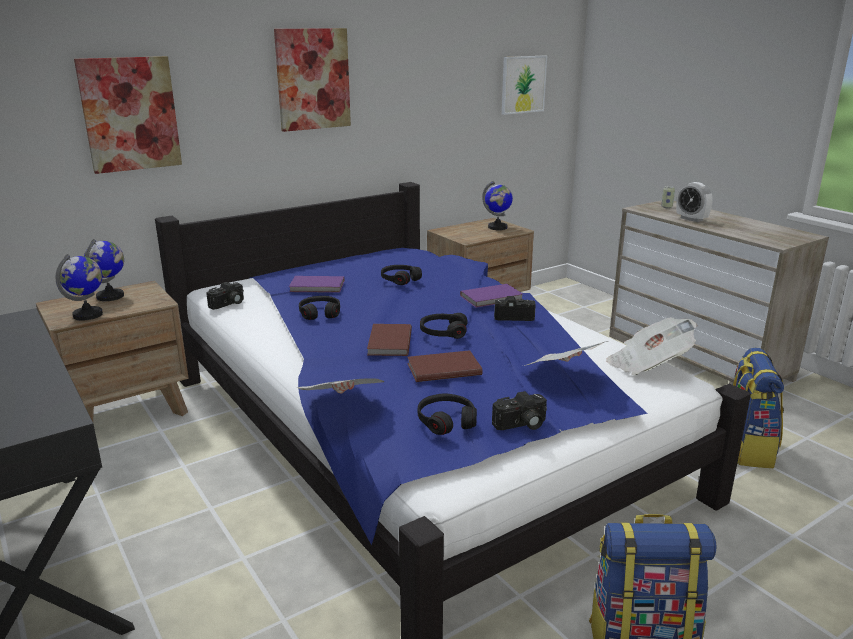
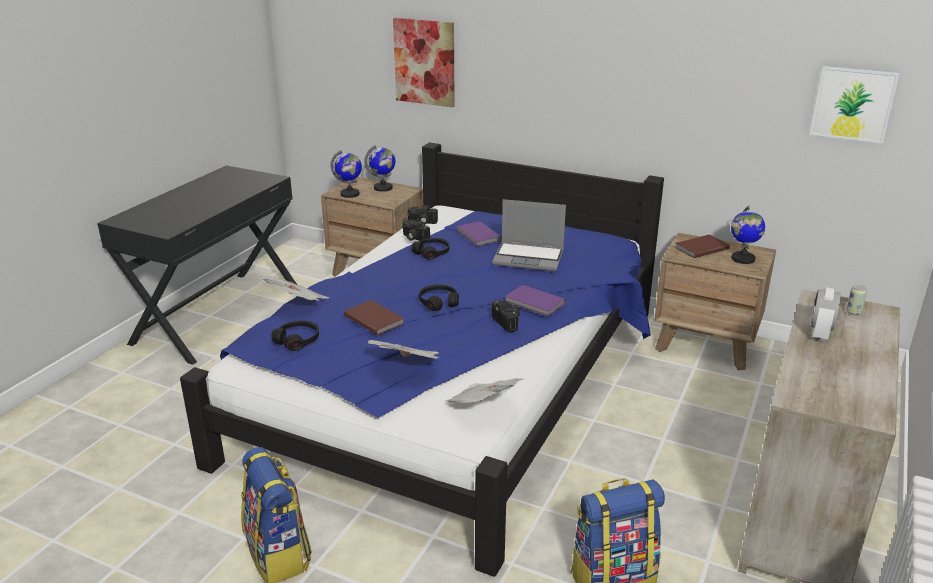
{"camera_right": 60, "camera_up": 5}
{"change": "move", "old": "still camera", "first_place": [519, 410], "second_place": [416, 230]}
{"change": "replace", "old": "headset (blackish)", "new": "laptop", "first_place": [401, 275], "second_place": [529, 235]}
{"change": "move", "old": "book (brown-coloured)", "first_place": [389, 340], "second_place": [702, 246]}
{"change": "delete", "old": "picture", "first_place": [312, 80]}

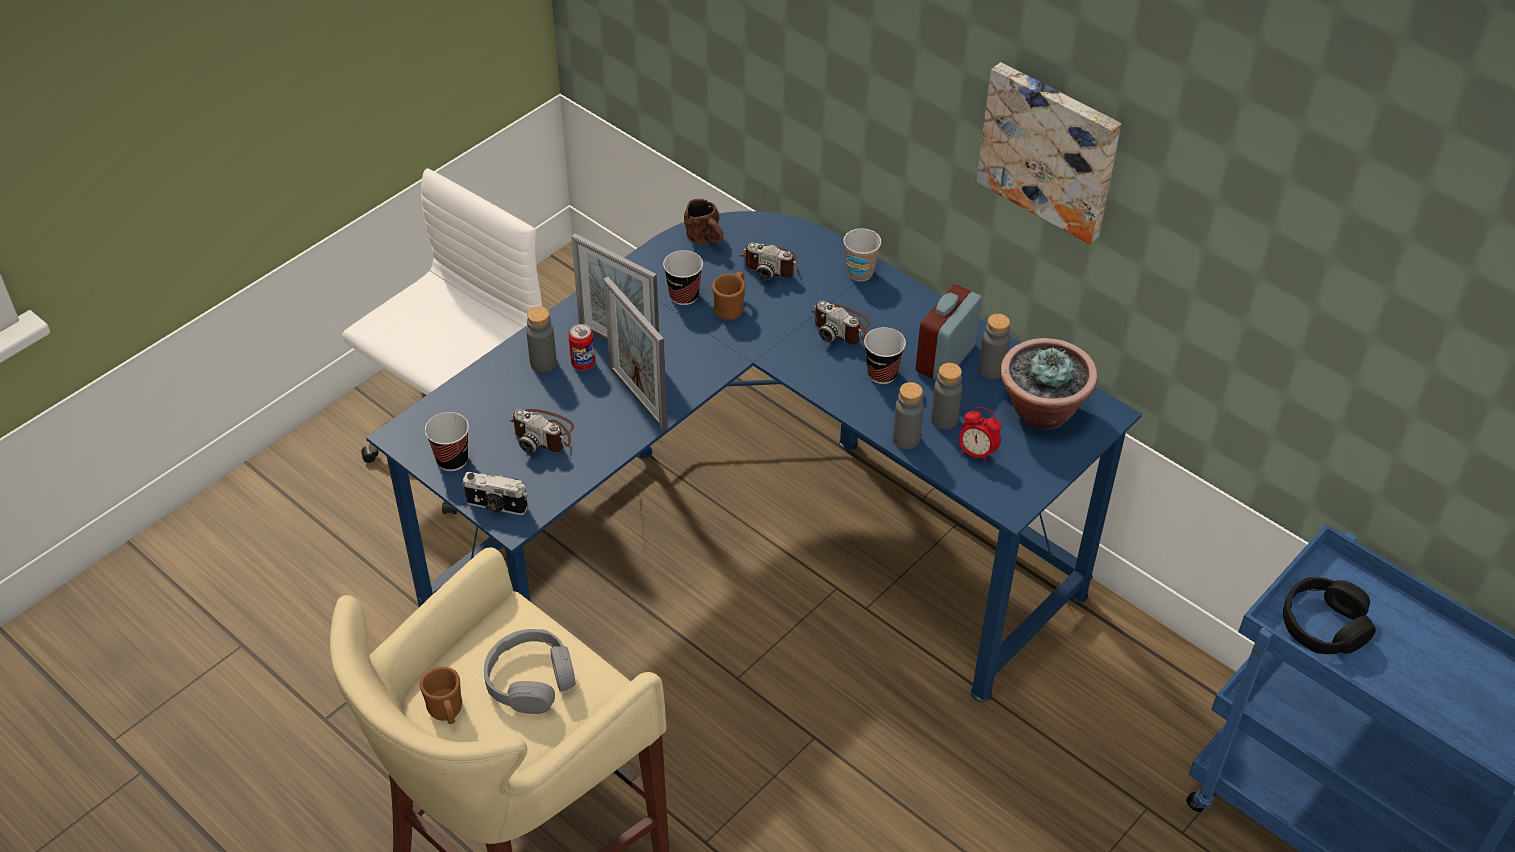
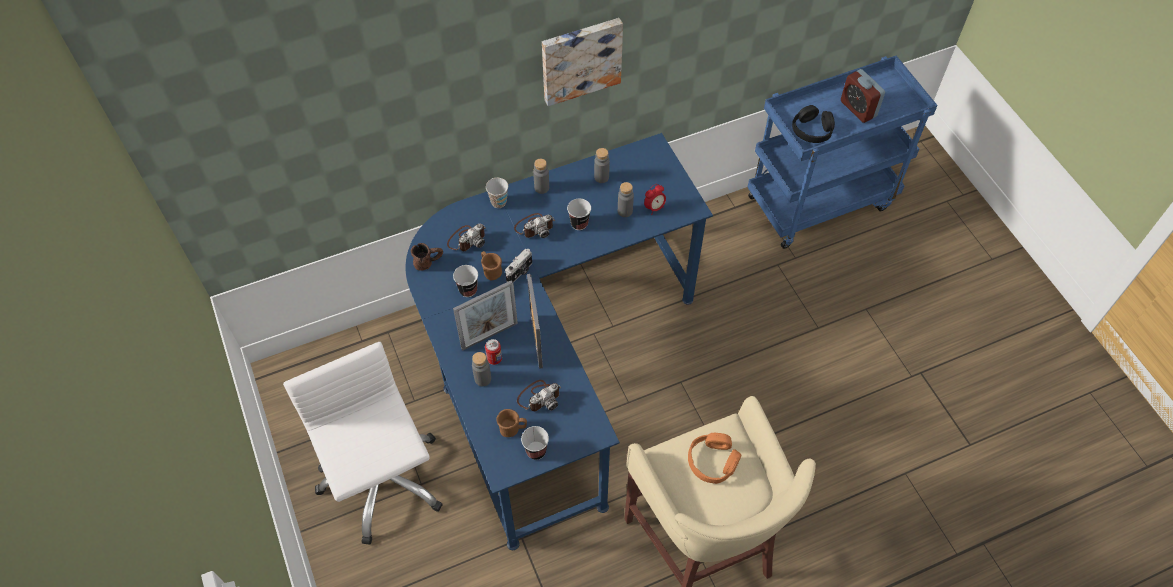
{"camera_right": -65, "camera_up": 10}
{"change": "move", "old": "mug (brown-coloured)", "first_place": [440, 695], "second_place": [511, 423]}
{"change": "move", "old": "still camera", "first_place": [495, 493], "second_place": [518, 265]}
{"change": "rotate", "old": "photo frame", "first_place": [635, 353], "second_place": [535, 321], "degrees": -90}
{"change": "move", "old": "bottle (grey)", "first_place": [908, 415], "second_place": [541, 176]}
{"change": "recolor", "old": "headset (grey)", "new": "headset (orangey)", "first_place": [530, 671], "second_place": [714, 458]}
{"change": "move", "old": "table clock", "first_place": [948, 332], "second_place": [863, 96]}
{"change": "delete", "old": "potted plant", "first_place": [1049, 384]}

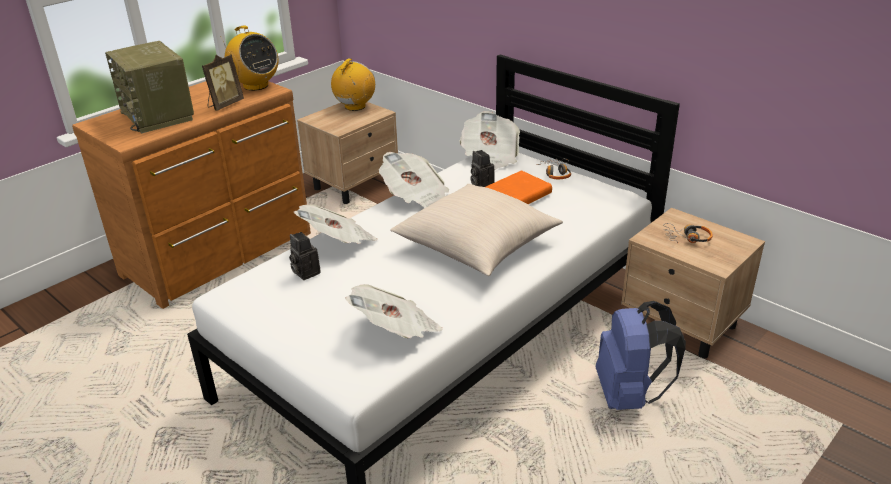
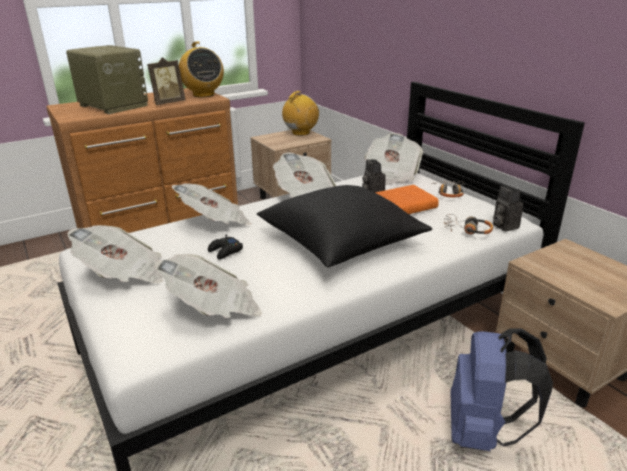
{"camera_right": 15, "camera_up": -5}
{"change": "rotate", "old": "radio receiver", "first_place": [149, 87], "second_place": [107, 79], "degrees": 150}
{"change": "insert", "new": "printed paper", "second_place": [115, 254]}
{"change": "insert", "new": "joypad (blackish)", "second_place": [225, 247]}
{"change": "recolor", "old": "throw pillow (sand-coloured)", "new": "throw pillow (blackish)", "first_place": [476, 230], "second_place": [344, 226]}
{"change": "move", "old": "headset", "first_place": [688, 233], "second_place": [468, 224]}
{"change": "move", "old": "still camera", "first_place": [305, 256], "second_place": [508, 209]}

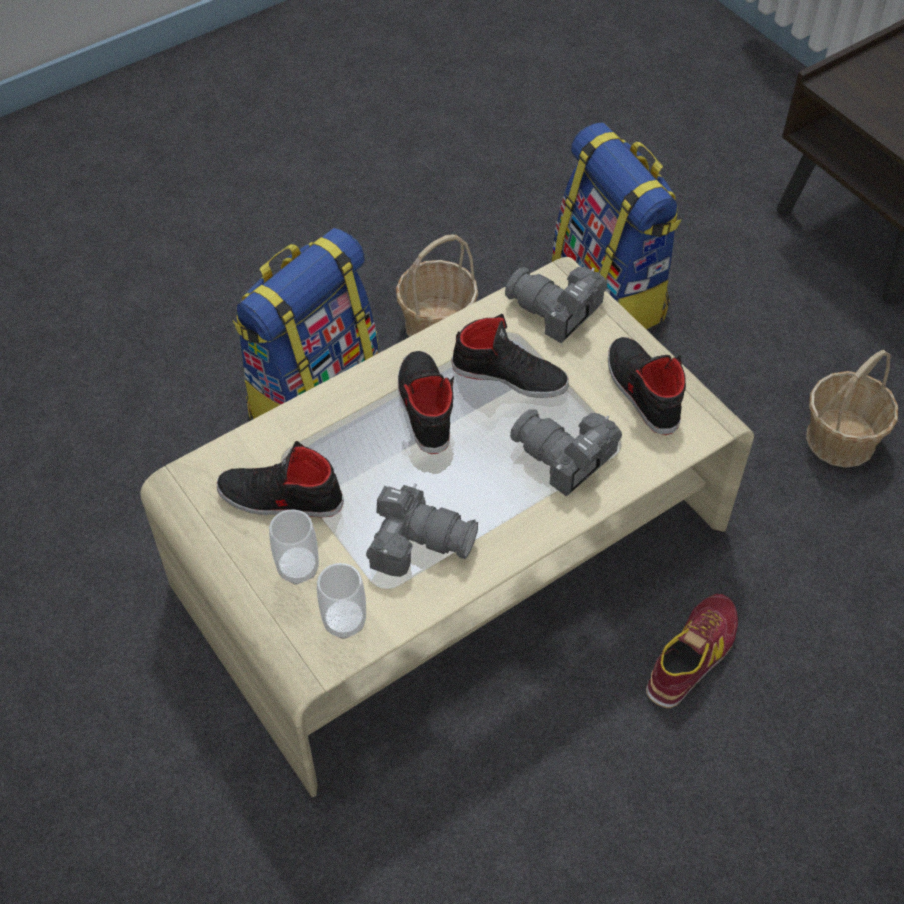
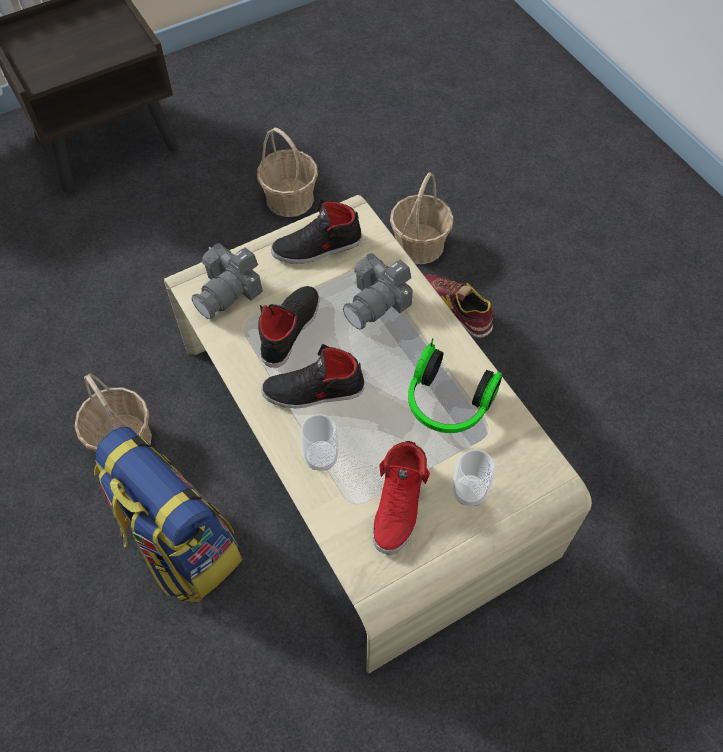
{"camera_right": -85, "camera_up": 5}
{"change": "move", "old": "drinking cup", "first_place": [341, 601], "second_place": [320, 442]}
{"change": "recolor", "old": "item of footwear (blackish)", "new": "item of footwear (red-coloured)", "first_place": [280, 479], "second_place": [401, 498]}
{"change": "insert", "new": "basket", "second_place": [422, 218]}
{"change": "replace", "old": "still camera", "new": "headset", "first_place": [422, 530], "second_place": [455, 385]}
{"change": "delete", "old": "rucksack", "first_place": [616, 225]}

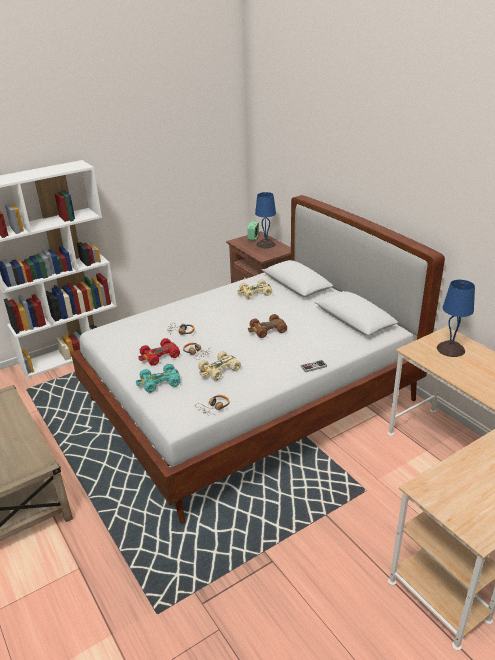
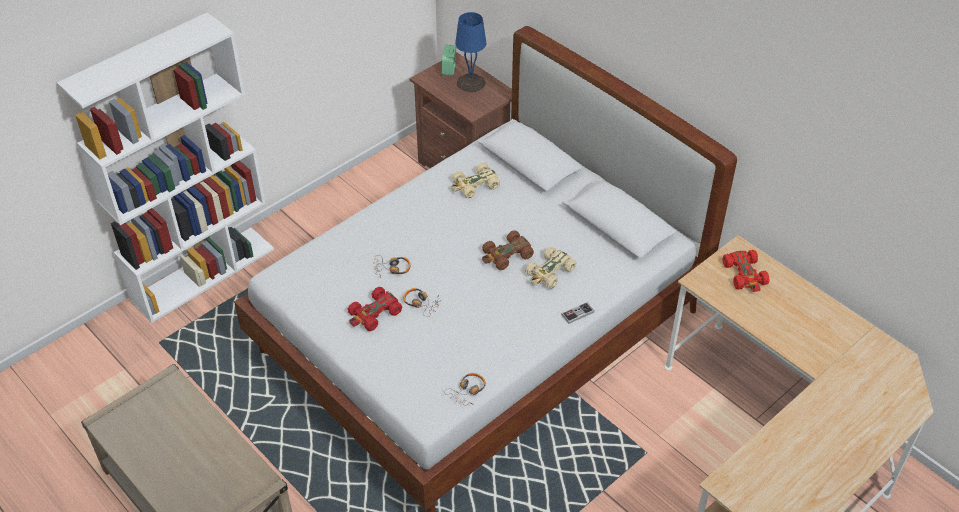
{"camera_right": -10, "camera_up": 15}
{"change": "move", "old": "toy car (sand-coloured)", "first_place": [219, 366], "second_place": [551, 267]}
{"change": "replace", "old": "lamp for a table (bluish)", "new": "toy car (red-coloured)", "first_place": [456, 318], "second_place": [746, 271]}
{"change": "delete", "old": "toy car (blue-green)", "first_place": [158, 378]}

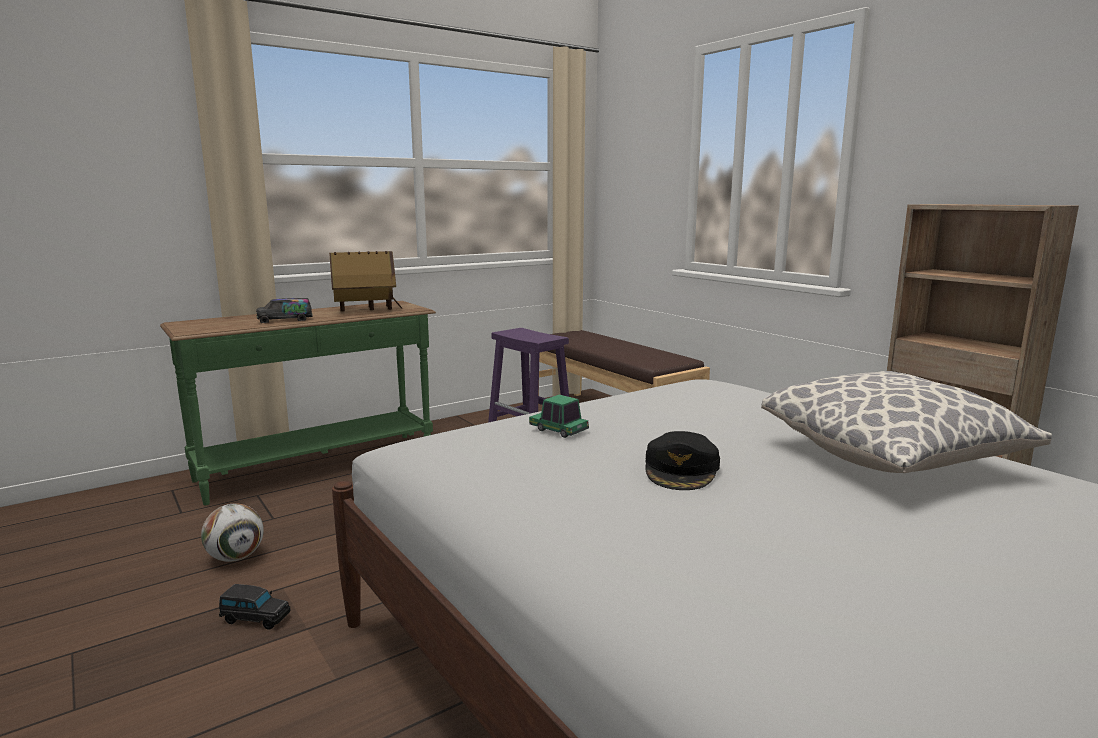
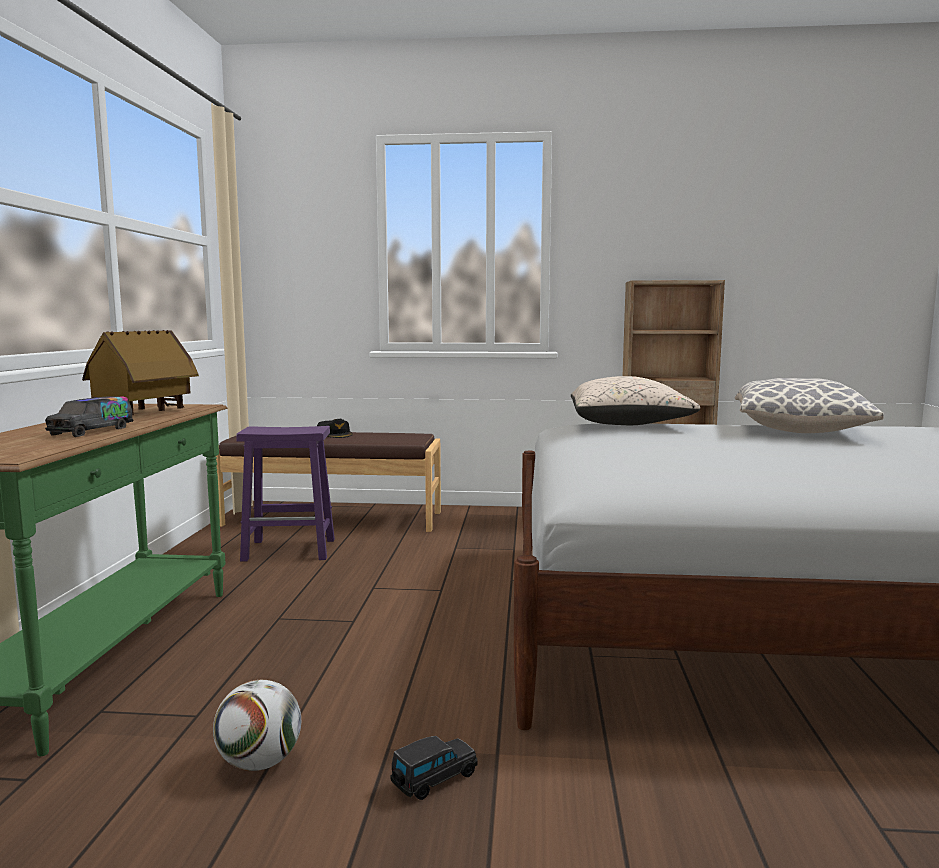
{"camera_right": -50, "camera_up": -5}
{"change": "move", "old": "baseball cap (blackish)", "first_place": [682, 460], "second_place": [335, 428]}
{"change": "insert", "new": "throw pillow (sand-coloured)", "second_place": [635, 400]}
{"change": "delete", "old": "toy car", "first_place": [559, 416]}

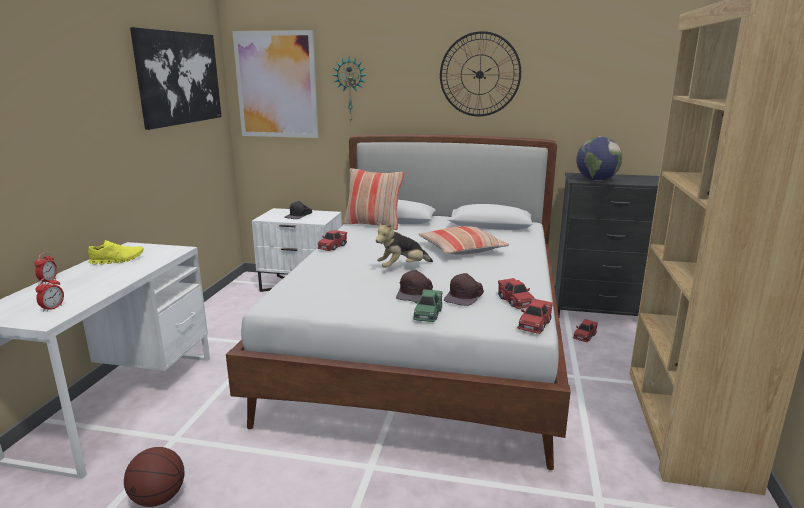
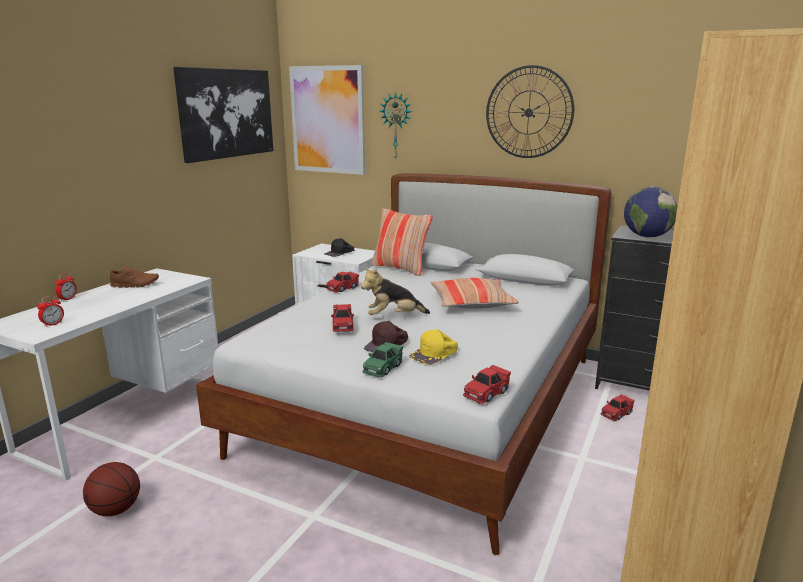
{"camera_right": 15, "camera_up": 0}
{"change": "recolor", "old": "item of footwear (yellow-coloured)", "new": "item of footwear (brown-coloured)", "first_place": [116, 252], "second_place": [134, 277]}
{"change": "move", "old": "toy car (red-coloured)", "first_place": [516, 293], "second_place": [342, 318]}
{"change": "recolor", "old": "baseball cap (brown-coloured)", "new": "baseball cap (yellow-coloured)", "first_place": [464, 289], "second_place": [433, 346]}

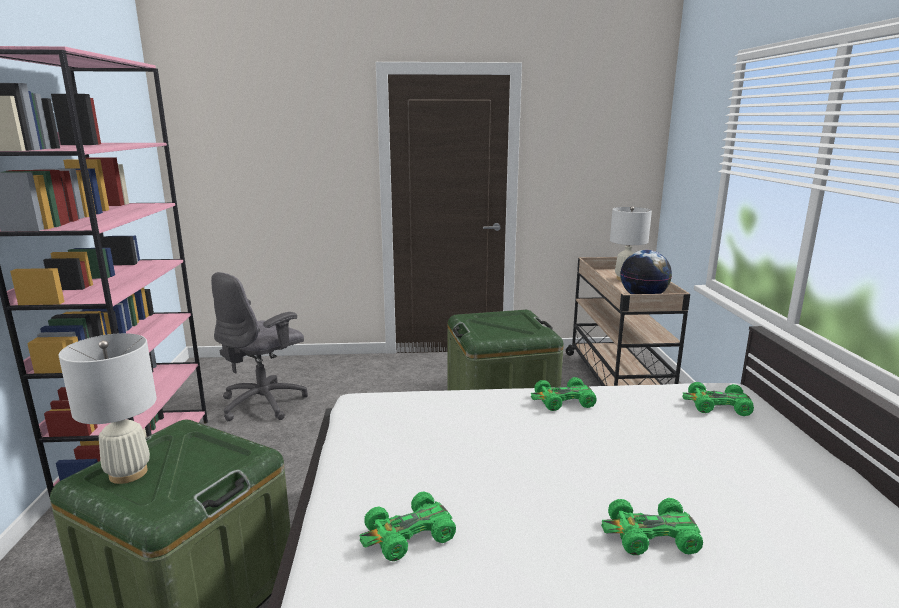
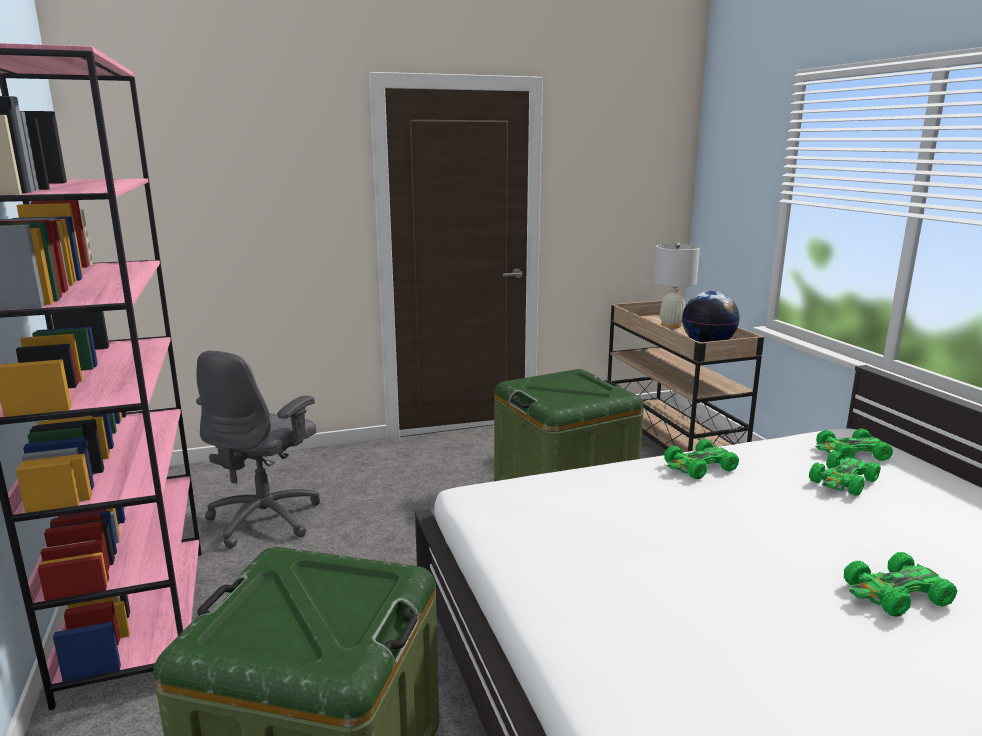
{"camera_right": -15, "camera_up": 0}
{"change": "move", "old": "toy car (greenish)", "first_place": [408, 526], "second_place": [845, 473]}
{"change": "delete", "old": "lamp for a table (white-coloured)", "first_place": [108, 408]}

